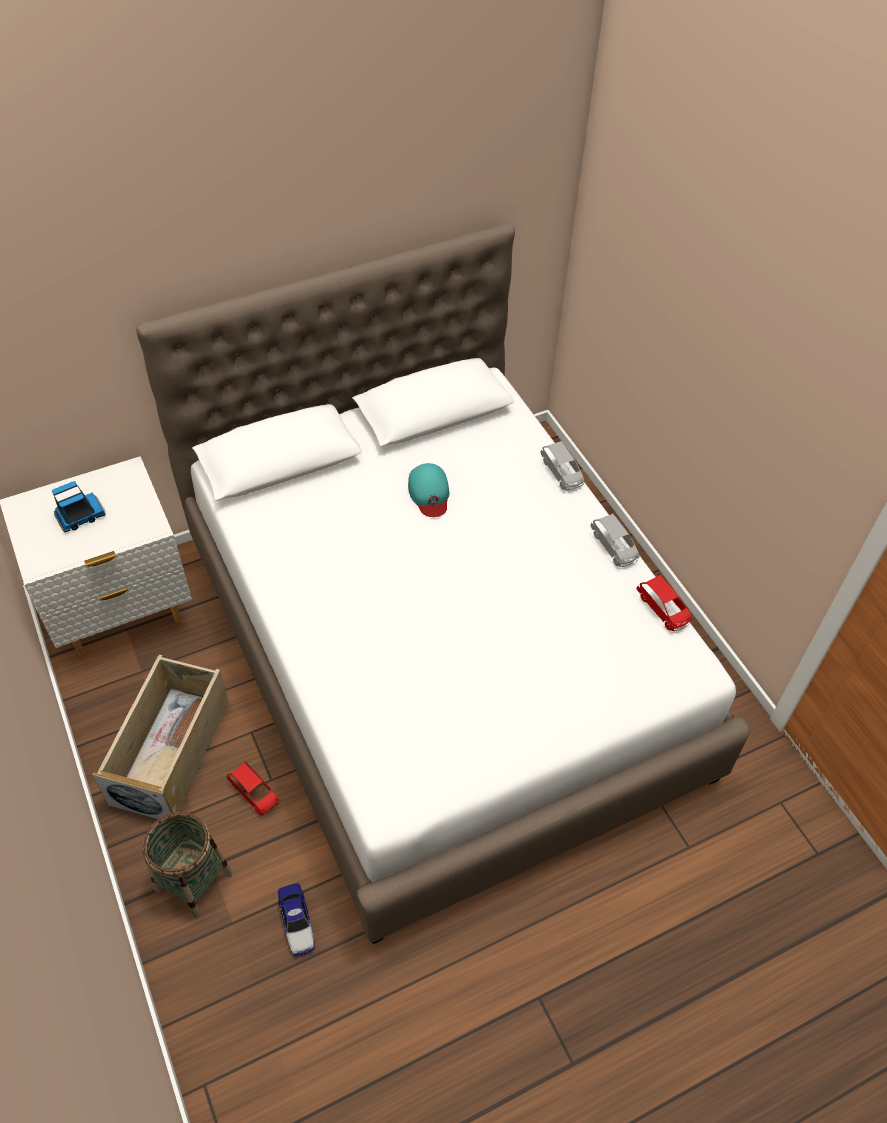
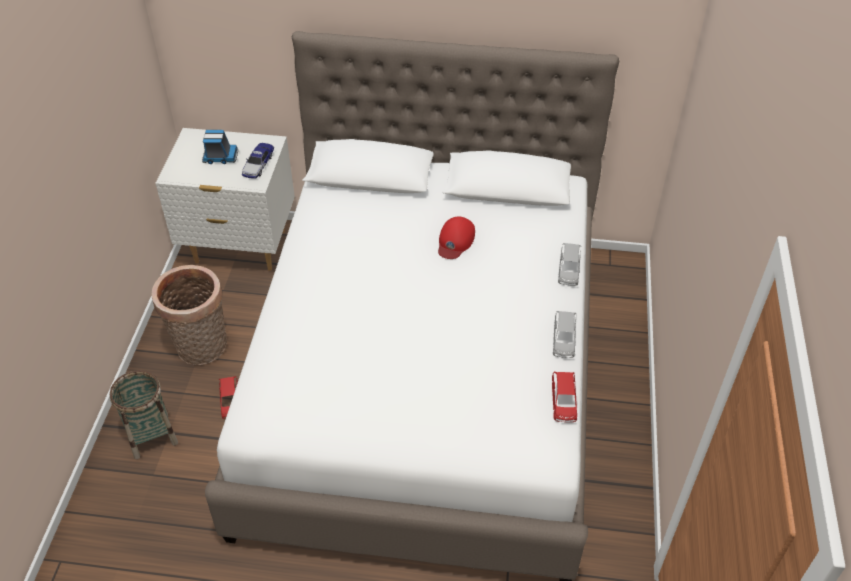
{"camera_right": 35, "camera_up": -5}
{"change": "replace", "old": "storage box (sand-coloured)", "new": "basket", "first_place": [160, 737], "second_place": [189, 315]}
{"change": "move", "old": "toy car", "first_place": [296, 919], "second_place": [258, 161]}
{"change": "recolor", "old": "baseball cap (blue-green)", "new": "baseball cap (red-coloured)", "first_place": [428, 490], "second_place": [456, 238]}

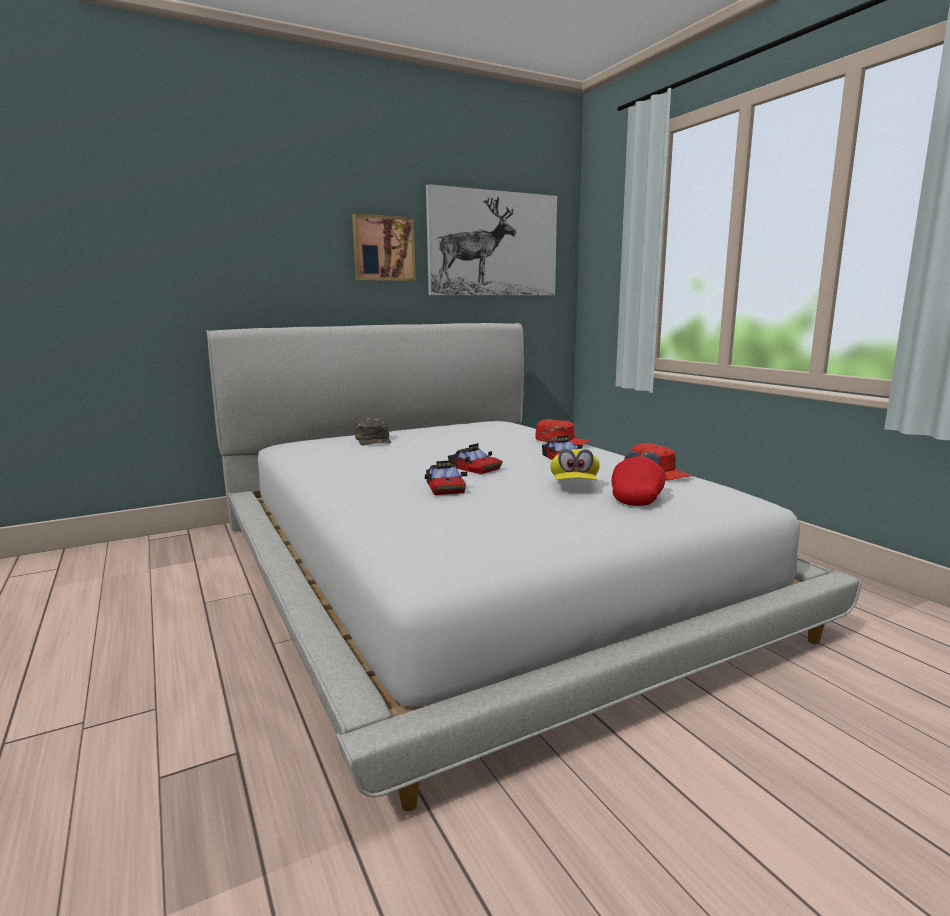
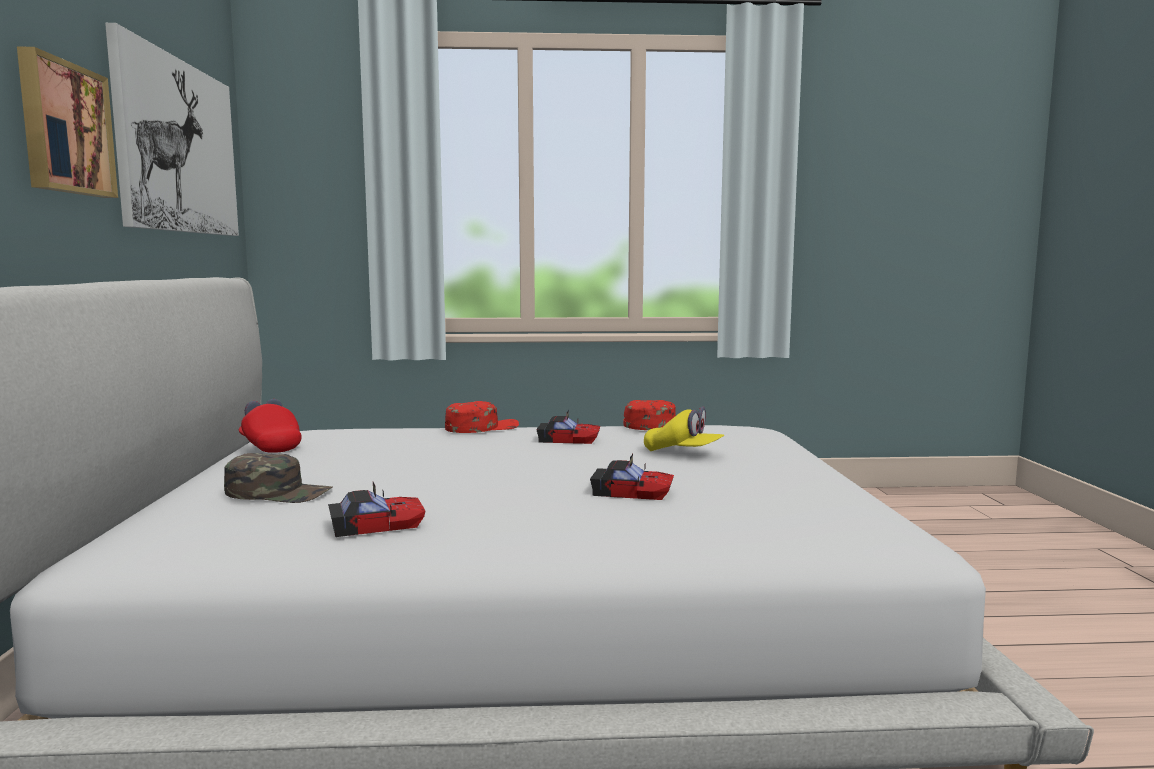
{"camera_right": -65, "camera_up": -5}
{"change": "move", "old": "baseball cap (red-coloured)", "first_place": [638, 478], "second_place": [270, 426]}
{"change": "move", "old": "toy car", "first_place": [475, 458], "second_place": [377, 509]}

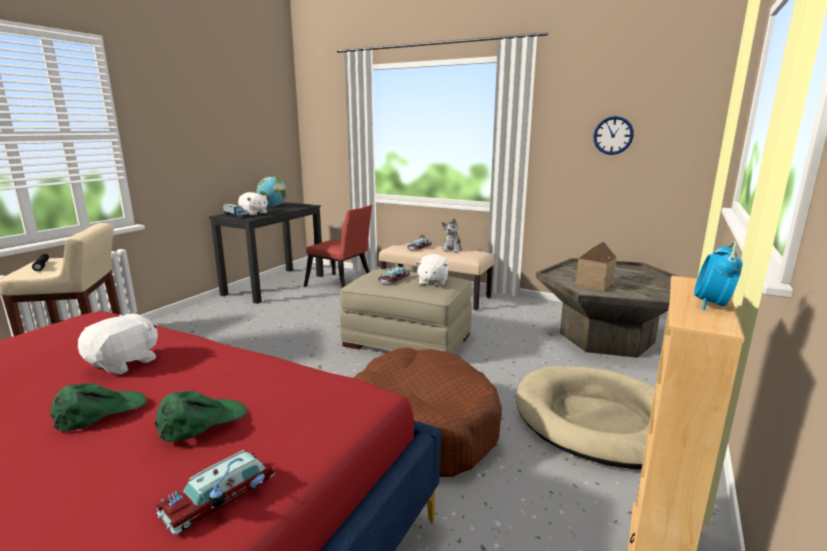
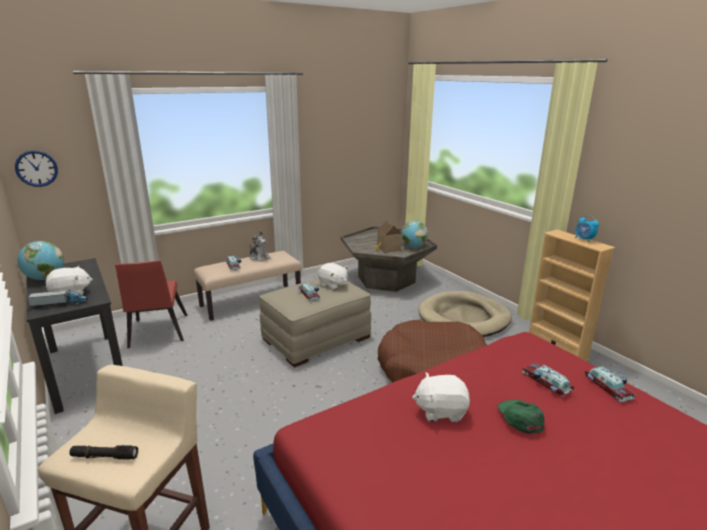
{"camera_right": -60, "camera_up": 5}
{"change": "move", "old": "wall clock", "first_place": [613, 135], "second_place": [36, 168]}
{"change": "rotate", "old": "chair (red-coloured)", "first_place": [338, 246], "second_place": [151, 304], "degrees": 105}
{"change": "insert", "new": "globe", "second_place": [414, 234]}
{"change": "rotate", "old": "plush toy (white-coloured)", "first_place": [118, 344], "second_place": [441, 397], "degrees": -60}
{"change": "replace", "old": "baseball cap (greenish)", "new": "toy car", "first_place": [201, 416], "second_place": [548, 380]}

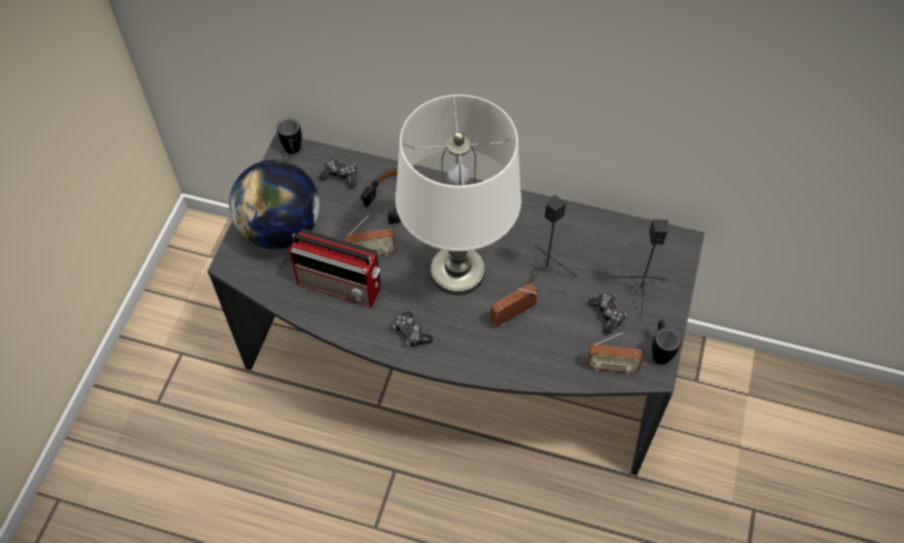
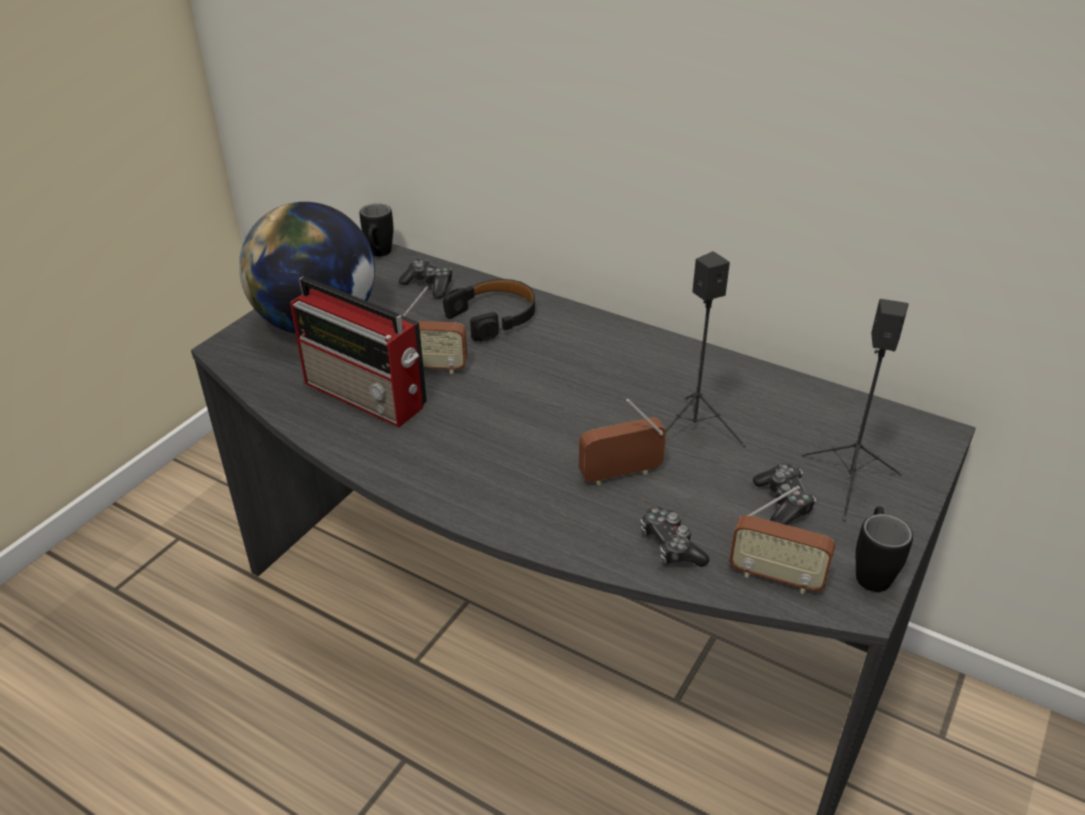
{"camera_right": 15, "camera_up": -20}
{"change": "move", "old": "joypad", "first_place": [413, 329], "second_place": [675, 537]}
{"change": "delete", "old": "lamp for a table (white-coloured)", "first_place": [458, 195]}

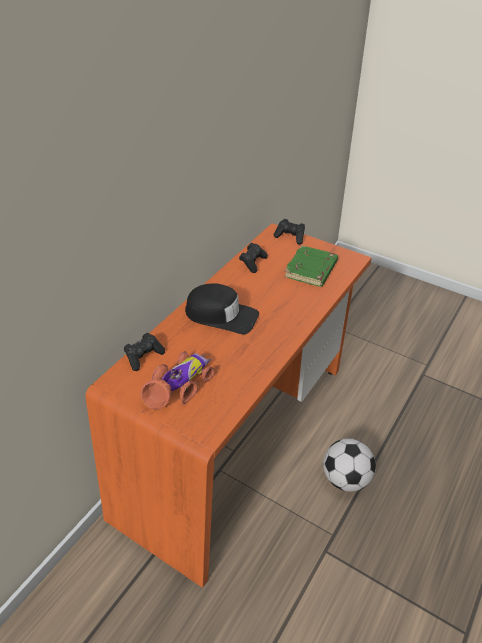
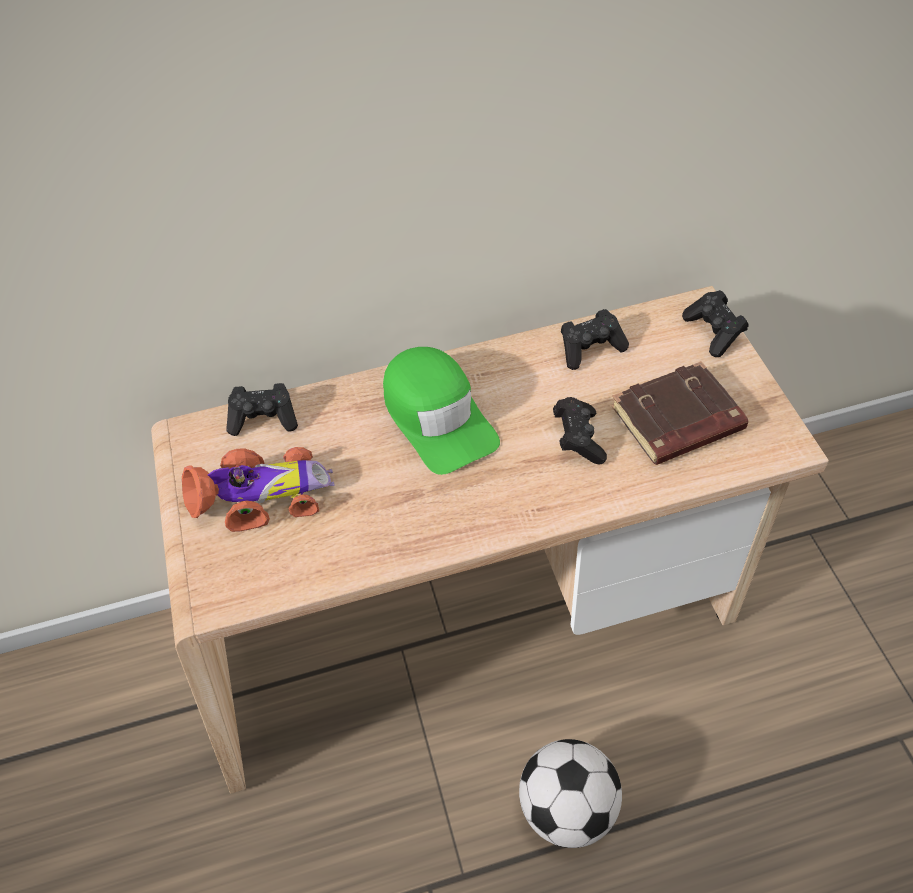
{"camera_right": 45, "camera_up": 10}
{"change": "recolor", "old": "desk unit (orangey)", "new": "desk unit (sand-coloured)", "first_place": [228, 405], "second_place": [490, 540]}
{"change": "recolor", "old": "baseball cap (blackish)", "new": "baseball cap (greenish)", "first_place": [222, 308], "second_place": [441, 411]}
{"change": "insert", "new": "joypad (blackish)", "second_place": [580, 431]}
{"change": "recolor", "old": "book (greenish)", "new": "book (brown-coloured)", "first_place": [311, 266], "second_place": [679, 413]}

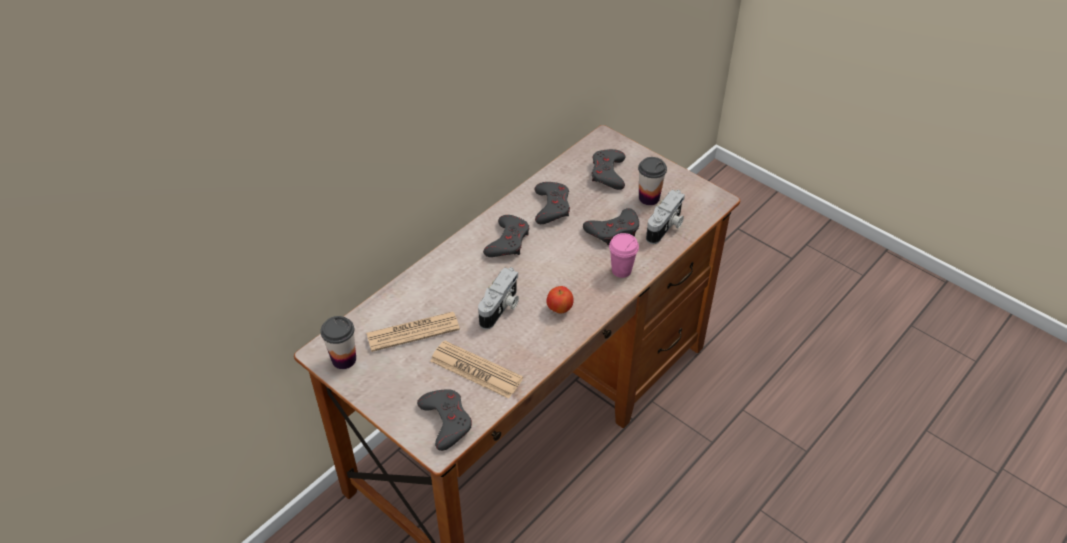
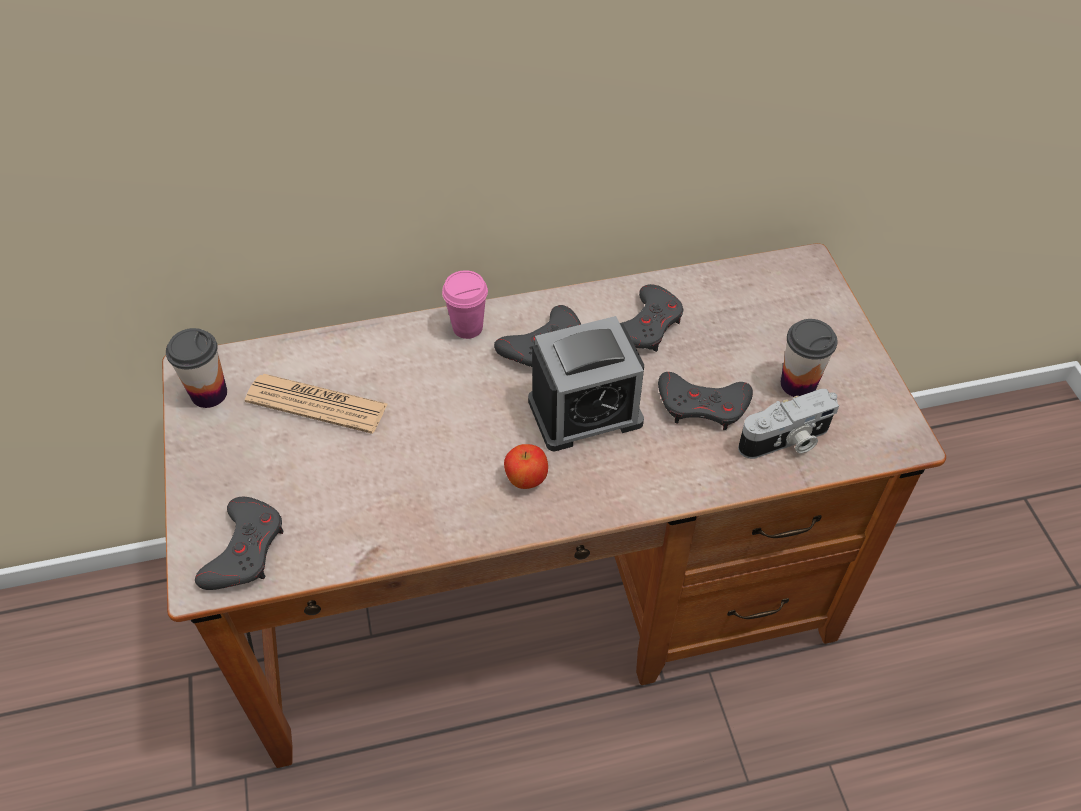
{"camera_right": 35, "camera_up": 5}
{"change": "move", "old": "drinking cup (pink-coloured)", "first_place": [624, 255], "second_place": [465, 304]}
{"change": "insert", "new": "table clock", "second_place": [586, 384]}
{"change": "delete", "old": "printed paper", "first_place": [476, 369]}
{"change": "delete", "old": "still camera", "first_place": [498, 298]}
{"change": "delete", "old": "joypad (grey)", "first_place": [608, 169]}

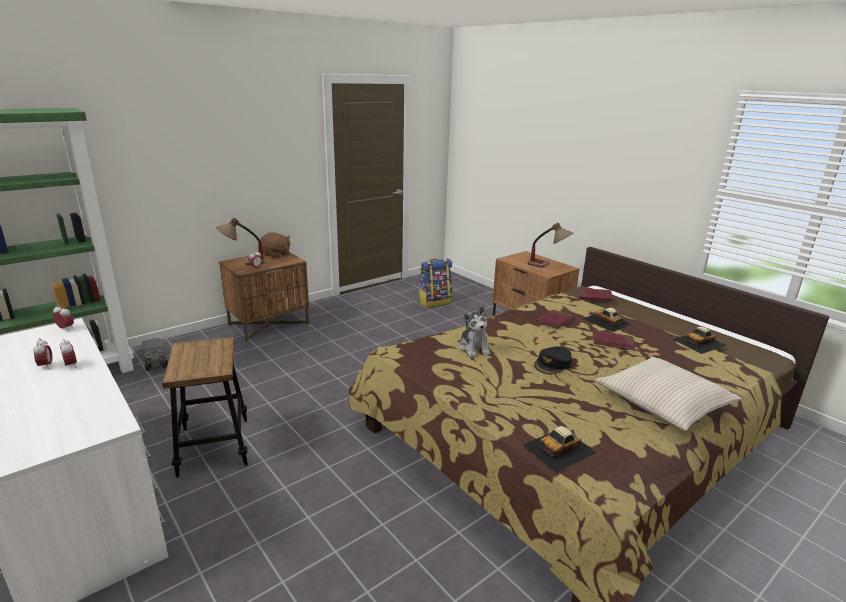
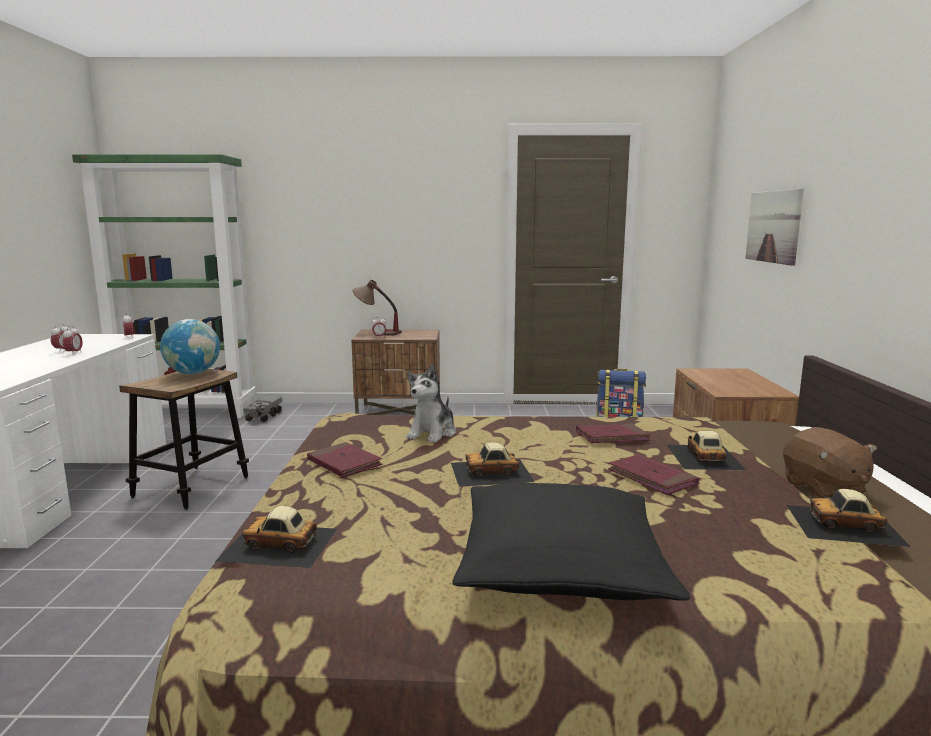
{"camera_right": 40, "camera_up": -10}
{"change": "insert", "new": "globe", "second_place": [190, 346]}
{"change": "move", "old": "book (red-coloured)", "first_place": [596, 294], "second_place": [344, 459]}
{"change": "replace", "old": "baseball cap (blackish)", "new": "toy car", "first_place": [553, 360], "second_place": [493, 464]}
{"change": "recolor", "old": "throw pillow (sand-coloured)", "new": "throw pillow (blackish)", "first_place": [669, 394], "second_place": [571, 542]}
{"change": "insert", "new": "picture", "second_place": [774, 227]}
{"change": "move", "old": "plush toy (brown-coloured)", "first_place": [275, 245], "second_place": [830, 463]}
{"change": "delete", "old": "lamp for a table", "first_place": [551, 245]}

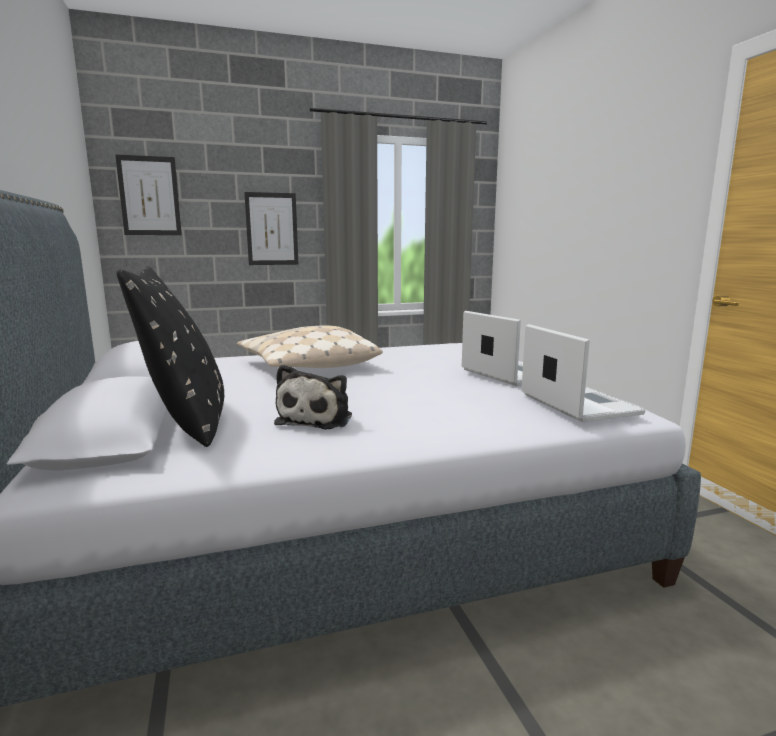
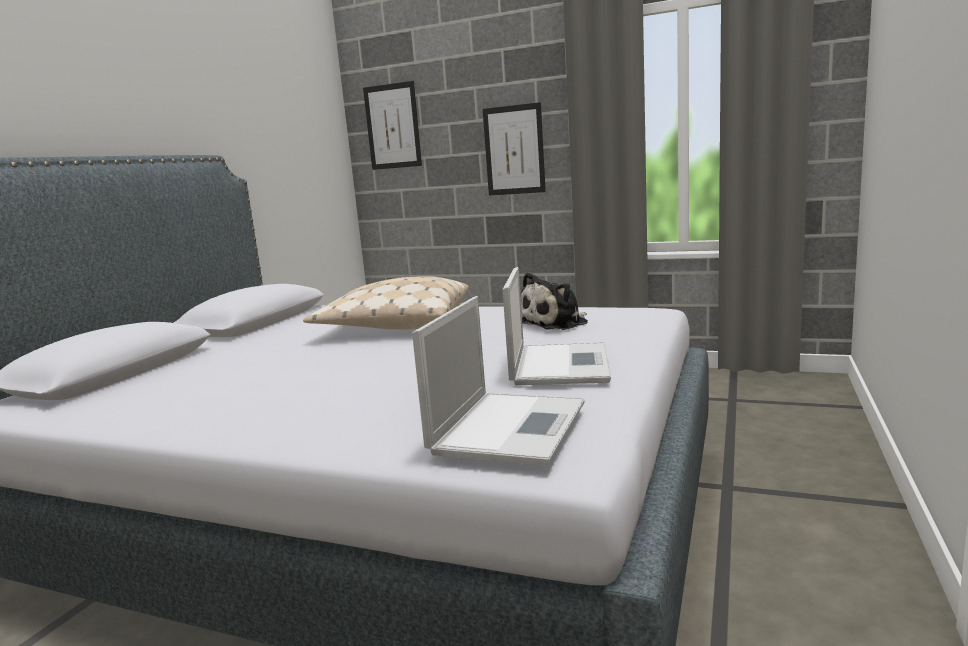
{"camera_right": 40, "camera_up": 0}
{"change": "move", "old": "plush toy", "first_place": [313, 396], "second_place": [554, 301]}
{"change": "delete", "old": "throw pillow (blackish)", "first_place": [170, 356]}

